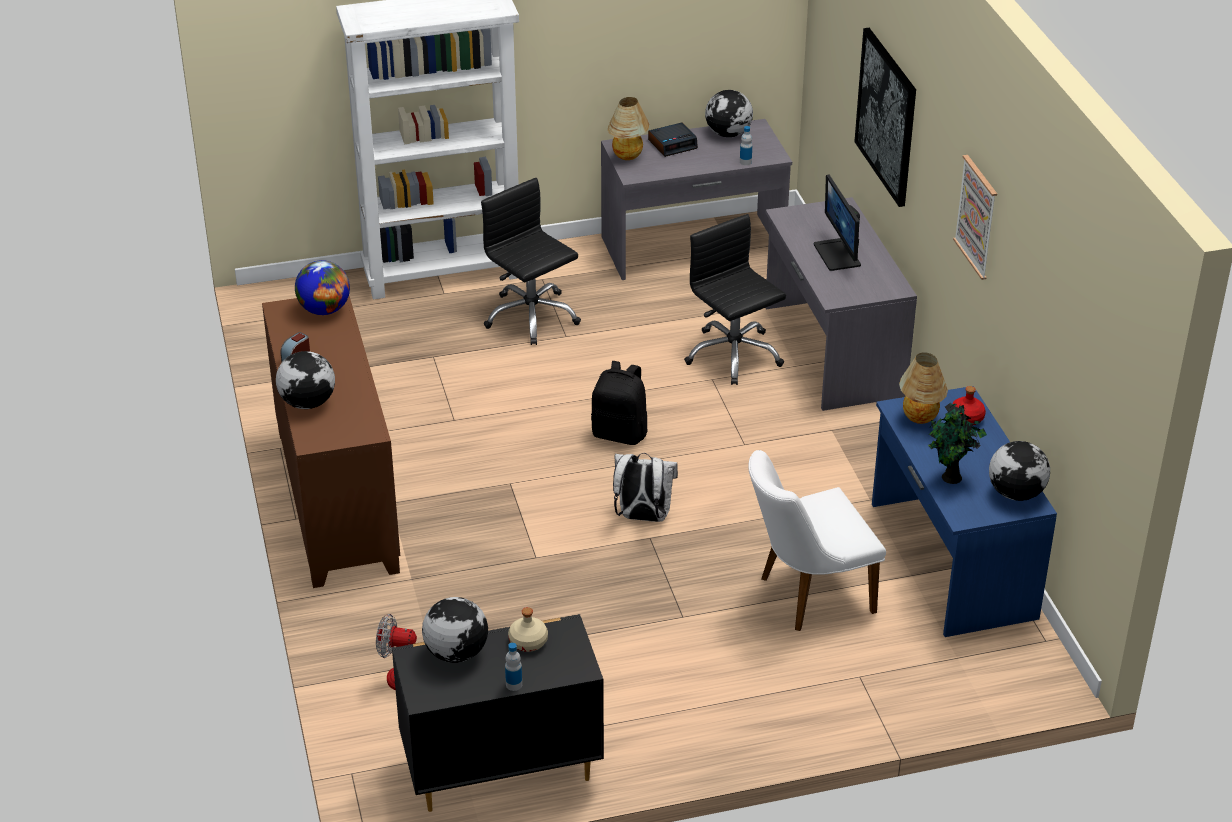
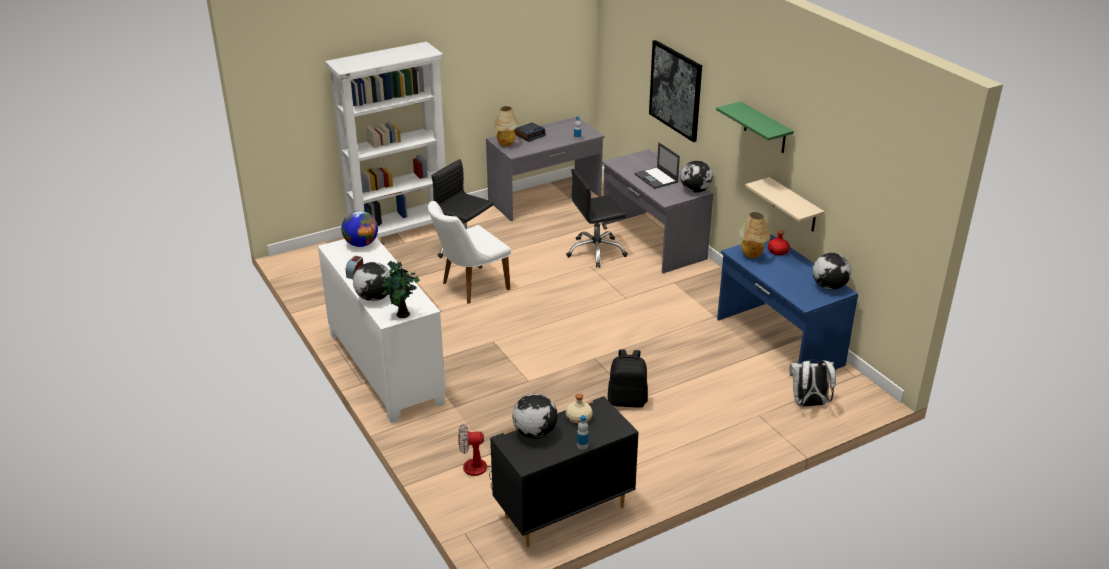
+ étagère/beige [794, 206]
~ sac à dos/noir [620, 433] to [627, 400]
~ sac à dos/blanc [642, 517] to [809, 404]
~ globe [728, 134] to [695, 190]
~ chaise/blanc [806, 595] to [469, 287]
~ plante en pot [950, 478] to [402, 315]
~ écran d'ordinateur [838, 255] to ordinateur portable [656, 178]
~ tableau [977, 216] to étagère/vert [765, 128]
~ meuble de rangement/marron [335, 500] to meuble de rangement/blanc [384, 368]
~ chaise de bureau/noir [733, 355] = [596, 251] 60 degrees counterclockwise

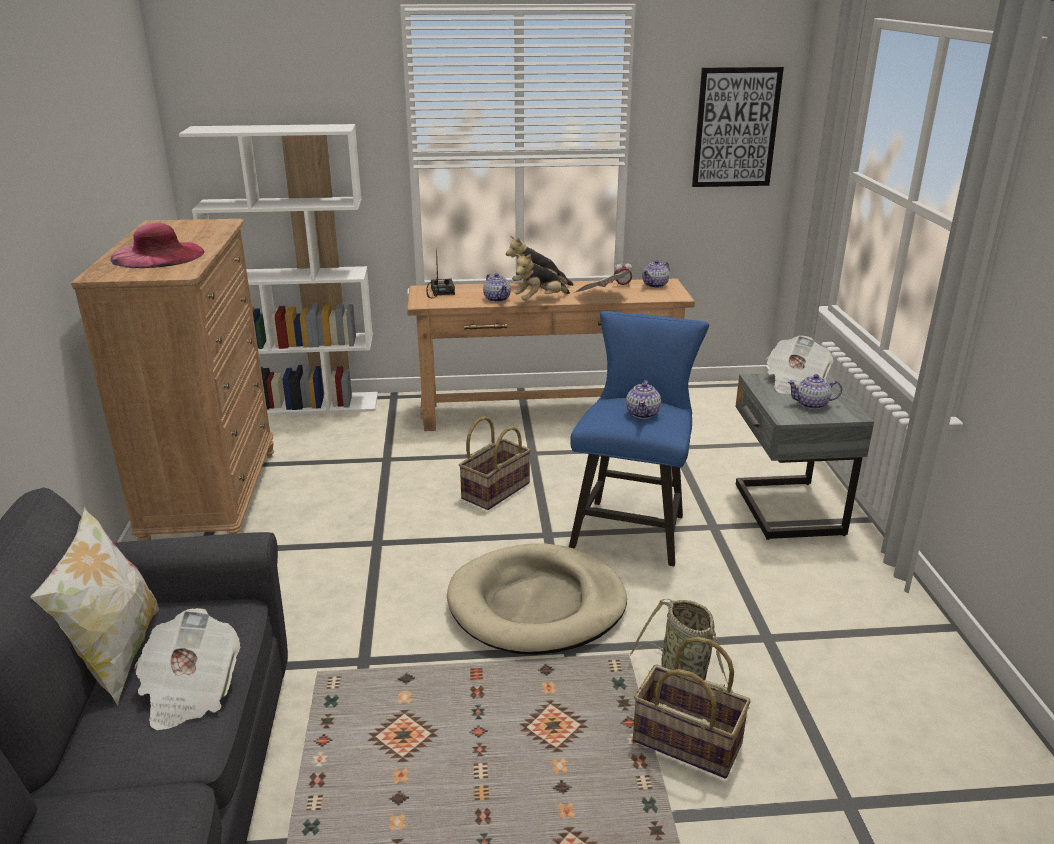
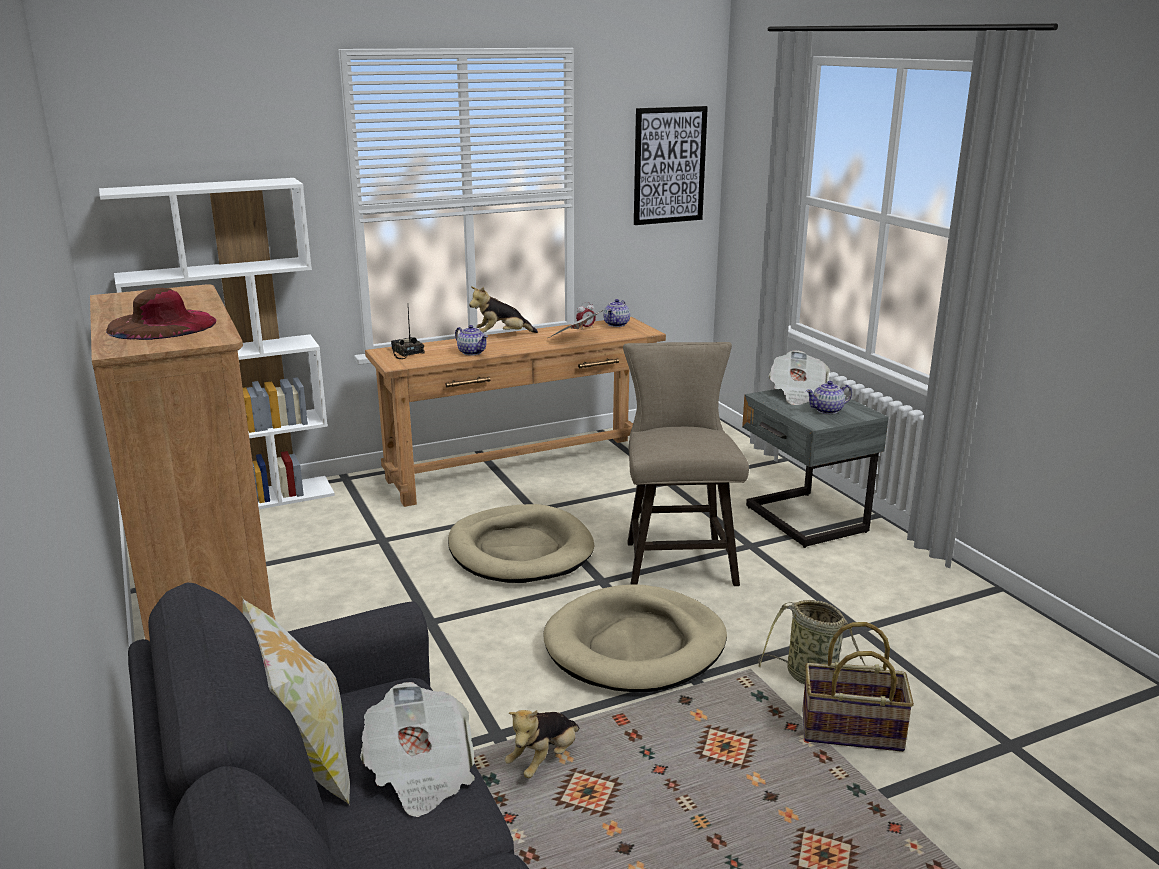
- théière [643, 413]
~ peluche [540, 300] to [544, 760]
~ panier [495, 490] to panier pour chien/beige [520, 550]
~ chapeau/rose [158, 255] to chapeau/marron [162, 325]
~ tabouret/bleu [632, 526] to tabouret/beige [677, 559]

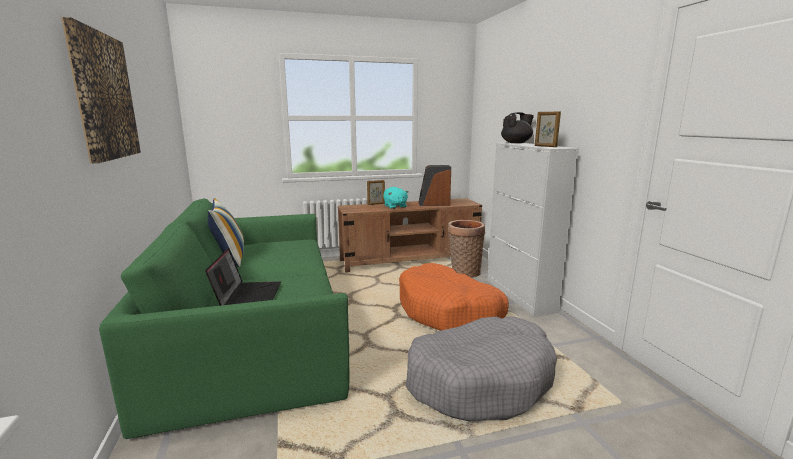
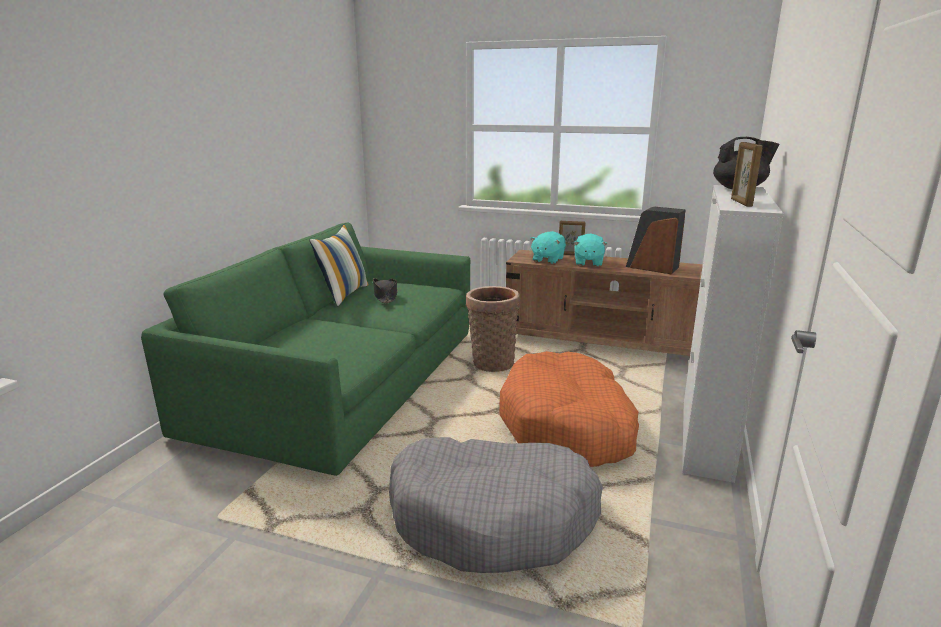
- tableau [103, 96]
- ordinateur portable [248, 296]
+ chapeau/noir [385, 296]
+ peluche/turquoise [547, 260]
~ panier [464, 272] to [492, 362]

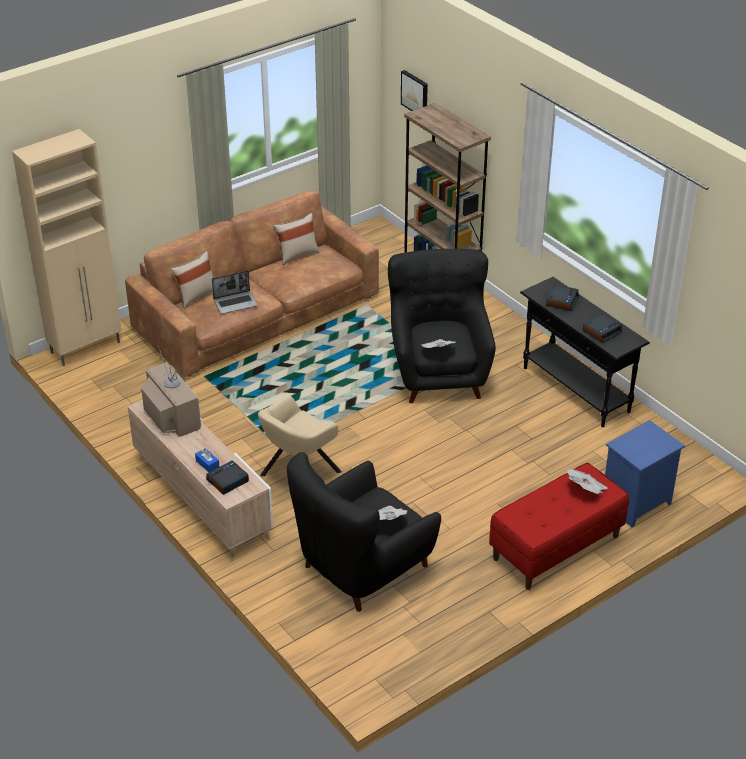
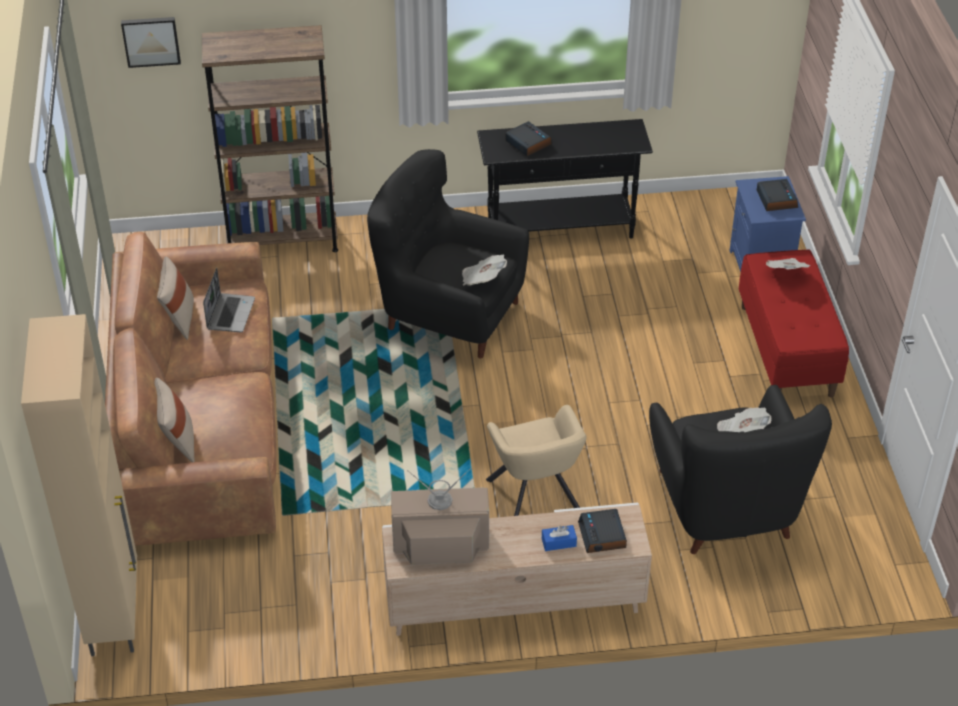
~ ordinateur portable [236, 303] to [230, 313]
~ réveil [602, 331] to [776, 199]

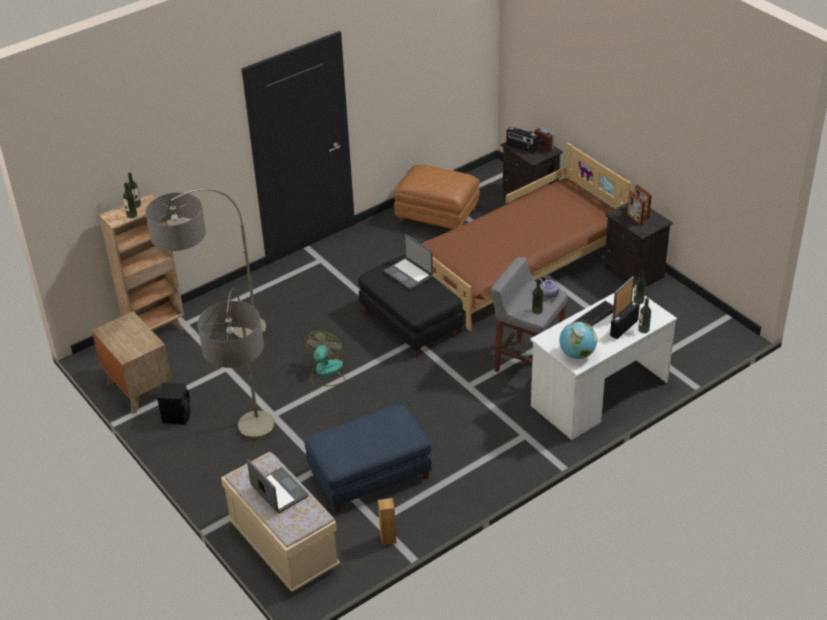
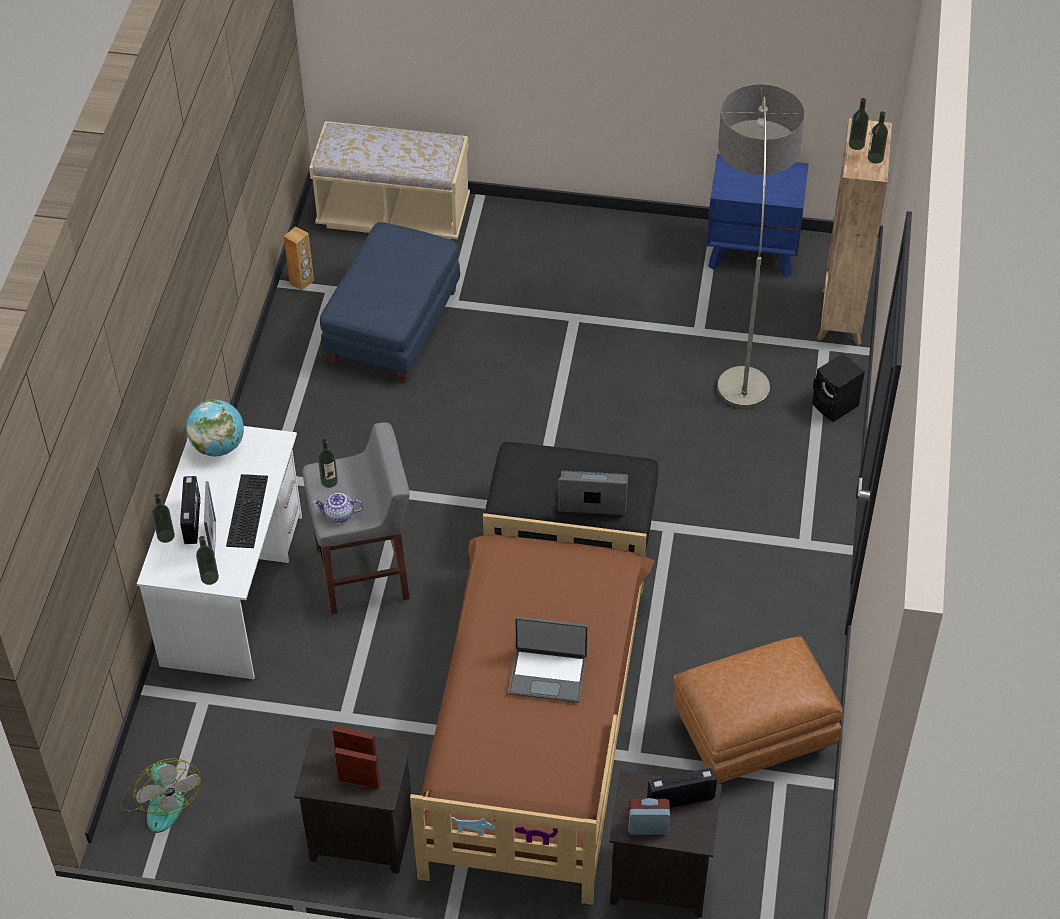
- lampadaire [254, 459]
~ enceinte/noir [177, 415] to [835, 406]
~ ordinateur portable [278, 492] to [548, 675]
~ ventilateur [326, 372] to [161, 801]
~ table de chevet/marron [138, 388] to table de chevet/bleu [753, 251]

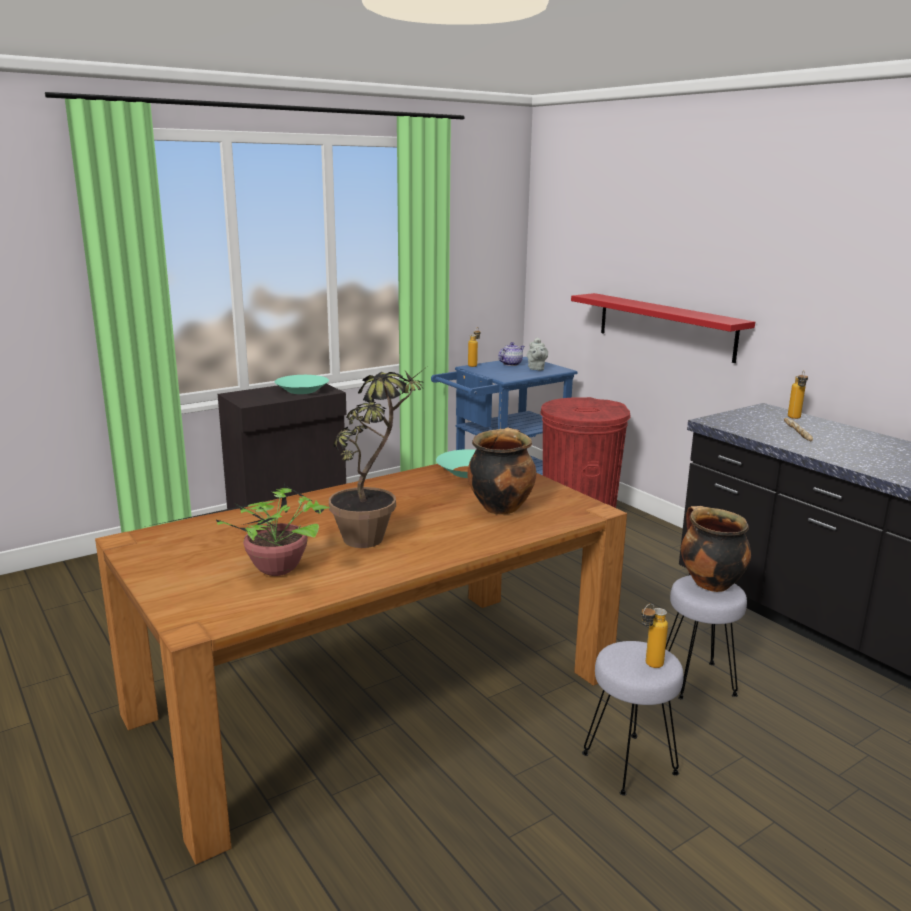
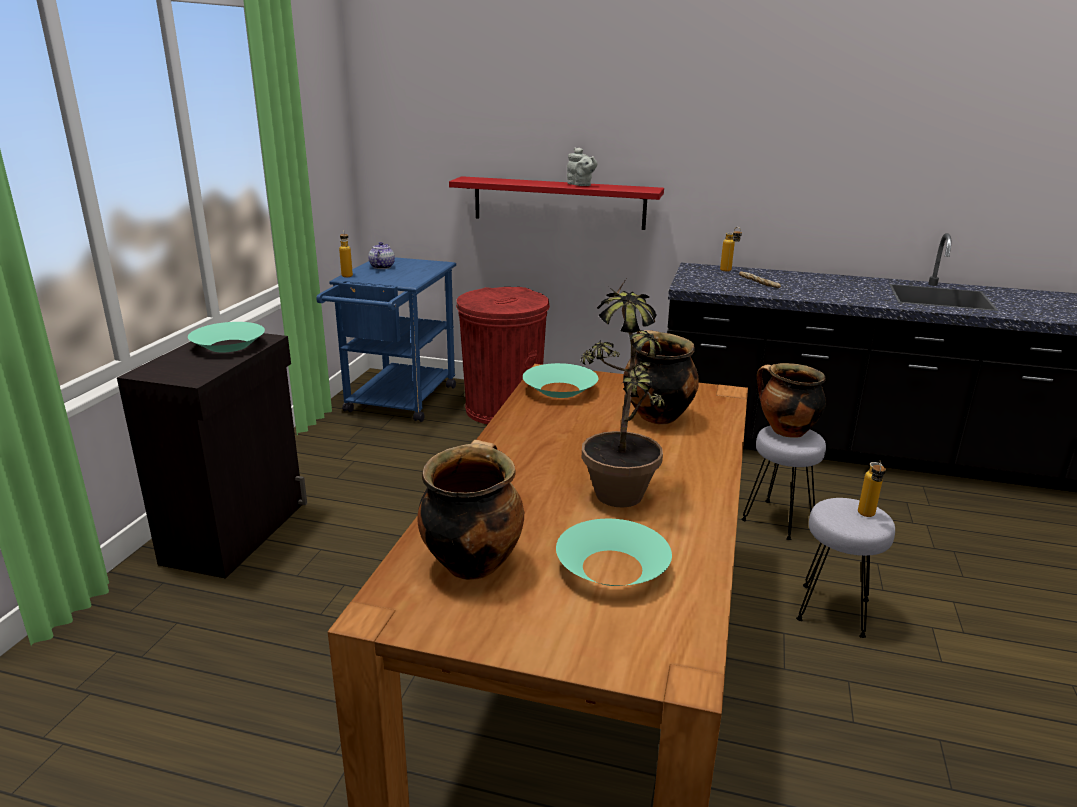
+ marmite [472, 562]
~ théière/gris [536, 368] to [580, 185]
~ plante en pot [272, 570] to bol/turquoise [612, 567]

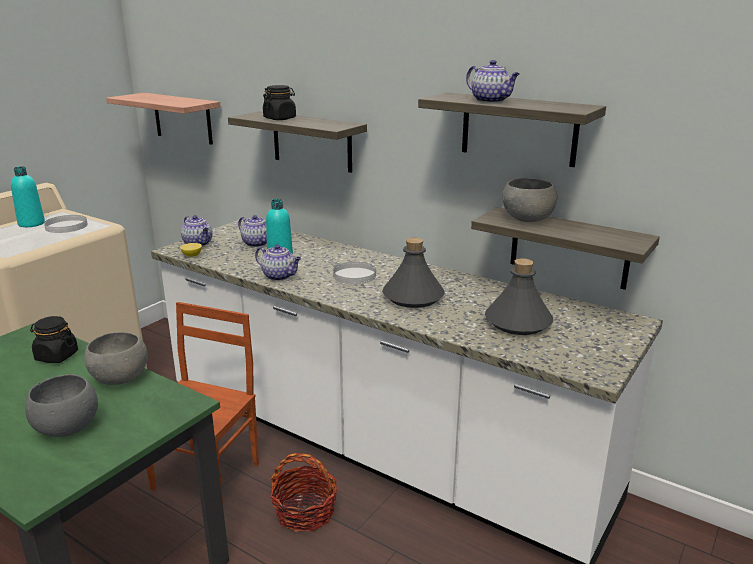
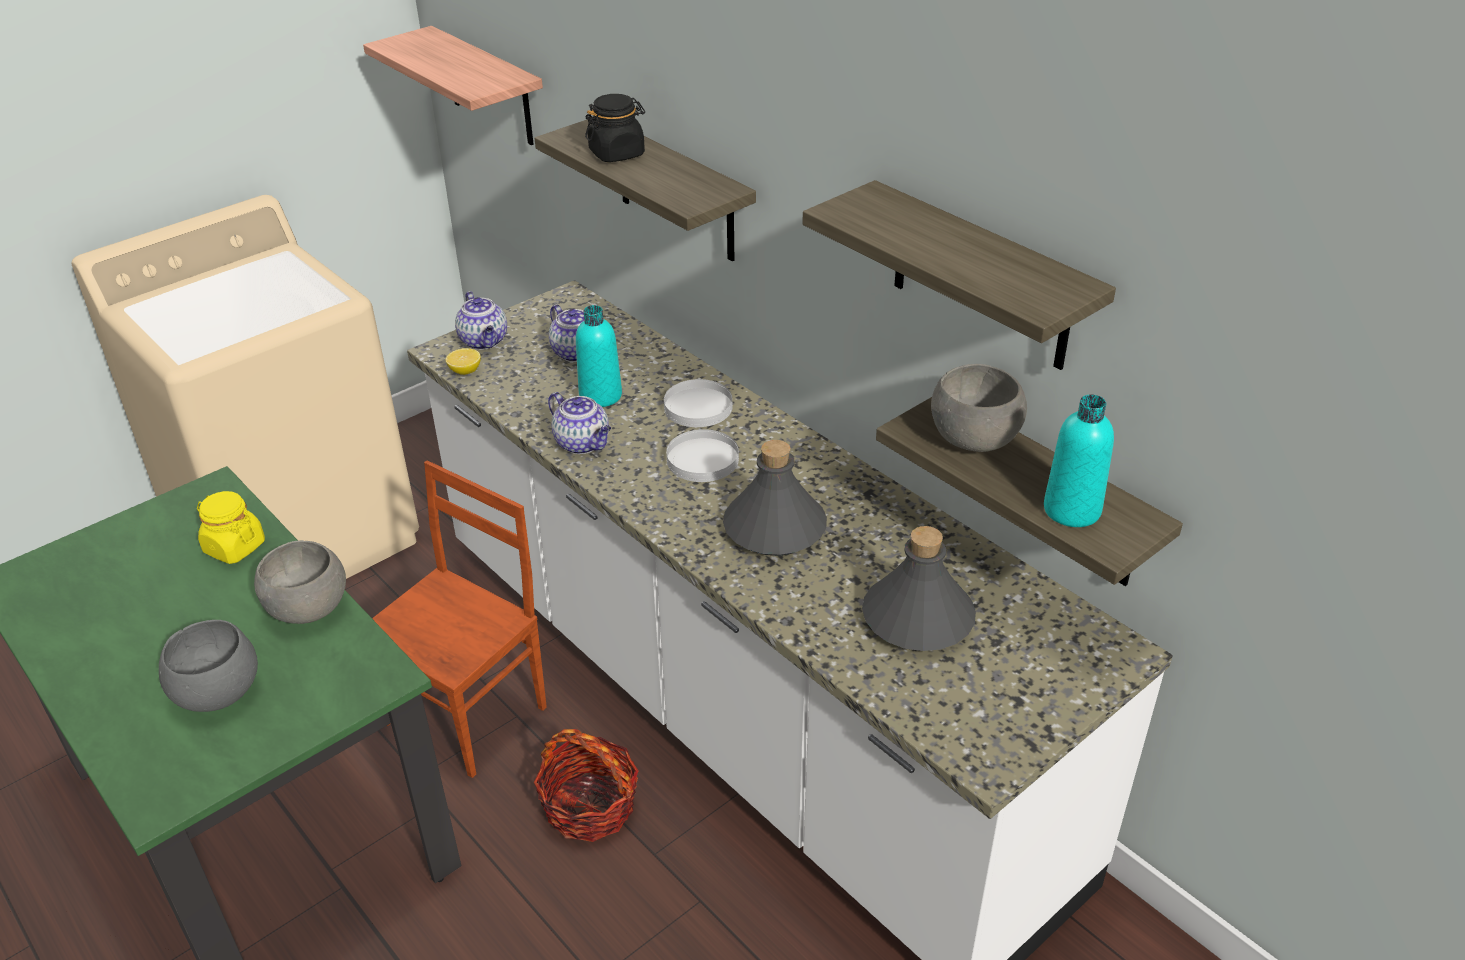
- théière [491, 101]
~ bouteille/turquoise [31, 224] to [1072, 510]
~ assiette/blanc [66, 226] to [698, 407]
~ bocal/noir [56, 356] to bocal/jaune [234, 547]

